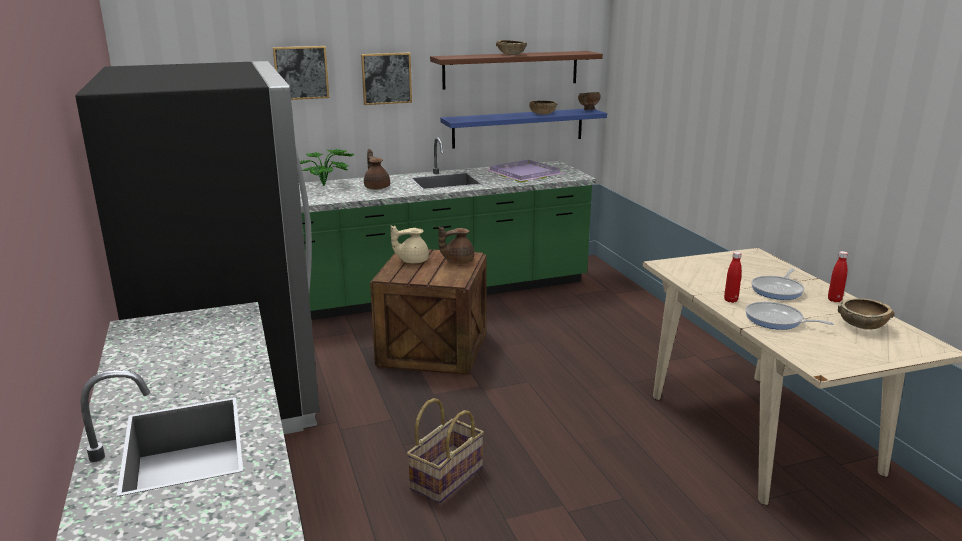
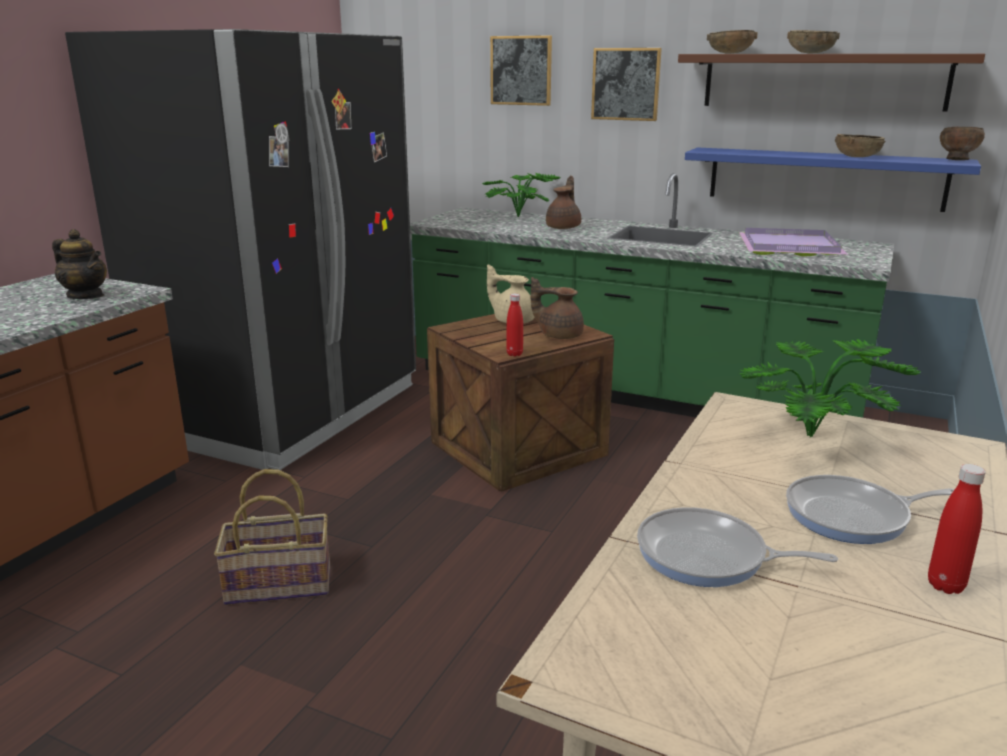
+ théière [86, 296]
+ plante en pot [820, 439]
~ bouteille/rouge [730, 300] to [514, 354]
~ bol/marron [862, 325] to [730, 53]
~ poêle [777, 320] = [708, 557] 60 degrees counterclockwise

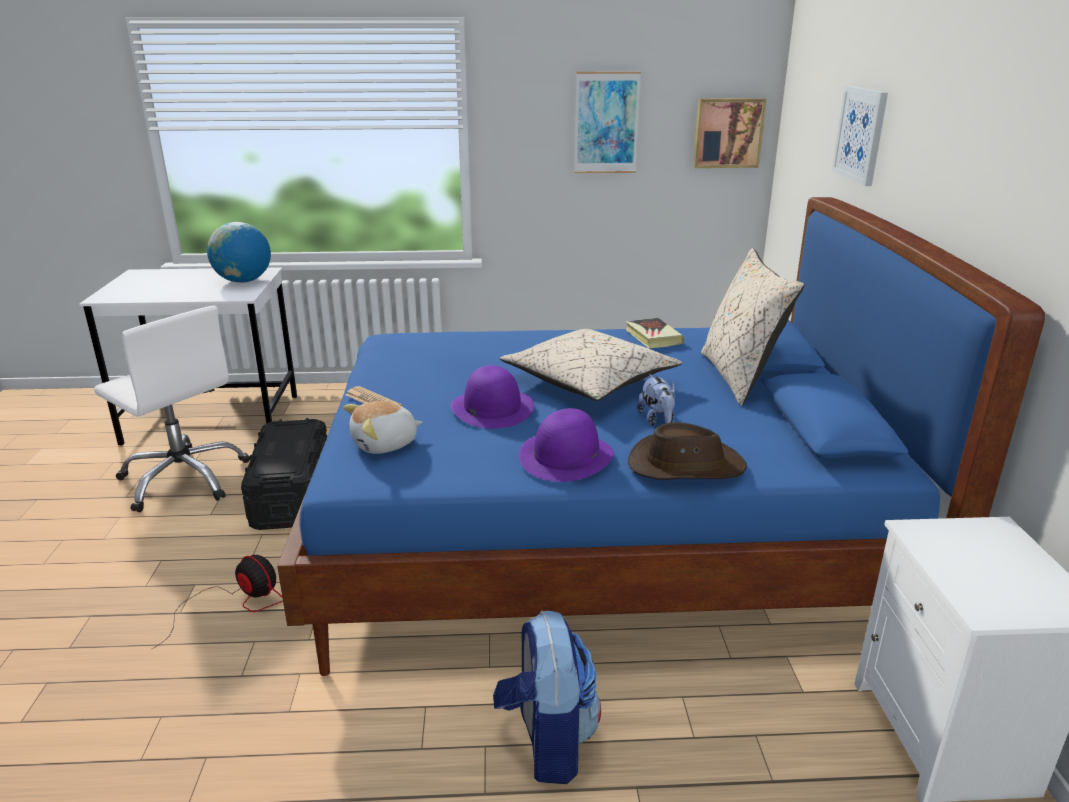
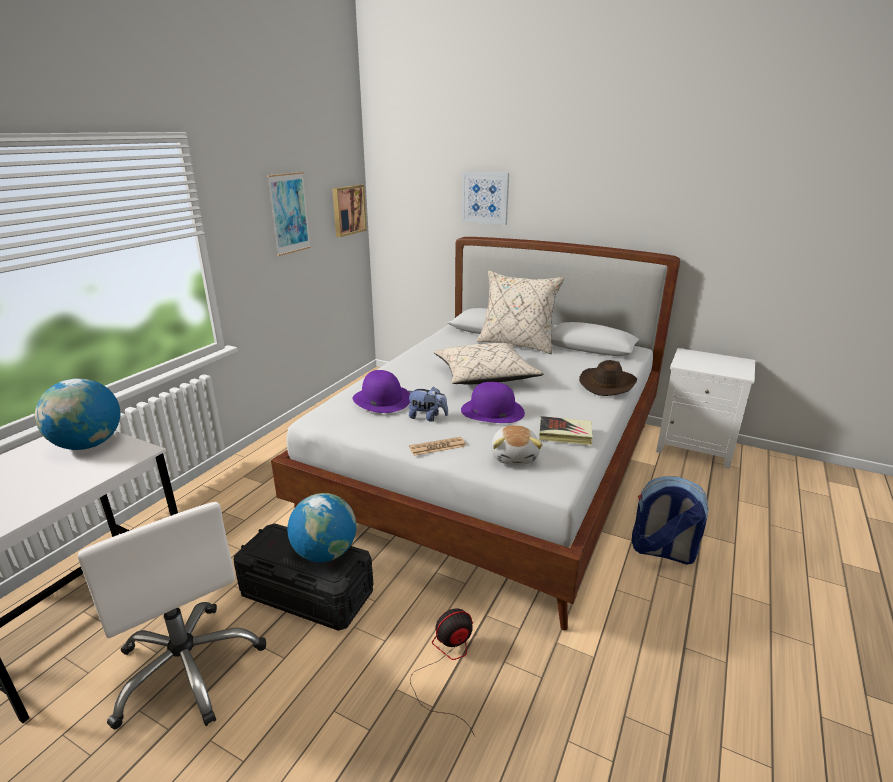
+ globe [325, 553]
~ chapeau/violet [566, 456] to [381, 399]
~ livre [653, 337] to [565, 434]
~ peluche [657, 420] to [427, 417]
~ lit/bleu [600, 536] to lit/blanc [496, 472]
~ chaise de bureau/blanc [184, 478] = [188, 667] 75 degrees clockwise

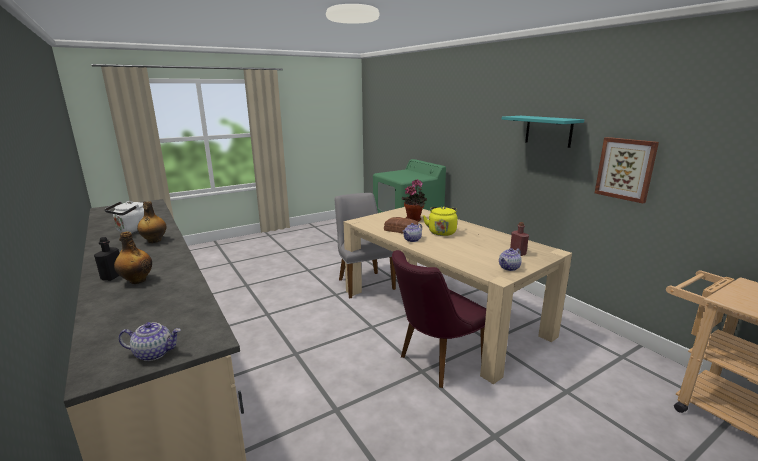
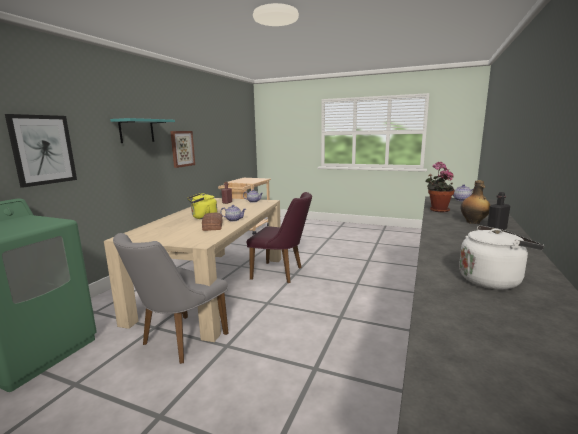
- bouteille [154, 241]
+ tableau [43, 150]
~ plante en pot [414, 220] to [437, 210]

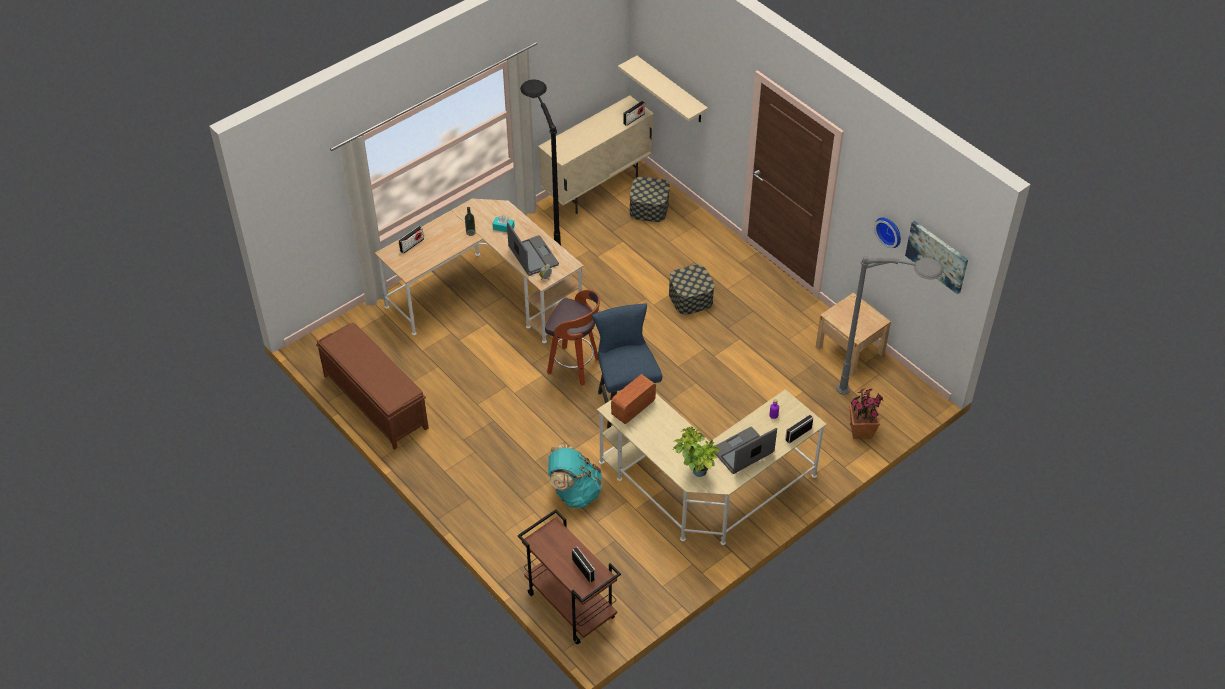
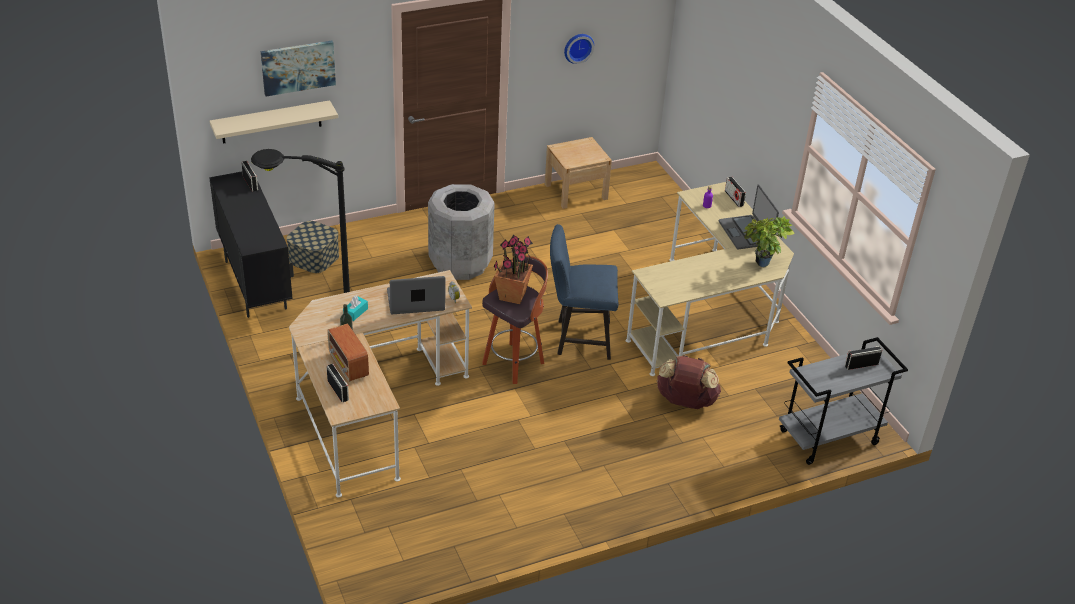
- banc/marron [375, 401]
- lampadaire/gris [883, 399]
~ radio [632, 409] to [348, 366]
~ plante en pot [861, 431] to [512, 295]
~ tableau [937, 256] to [298, 67]
~ boîte de rangement [690, 298] to poubelle/gris [460, 263]
~ chariot/marron [569, 605] to chariot/gris [828, 438]
~ meuble de rangement/beige [597, 187] to meuble de rangement/noir [255, 285]
~ sac à dos/turquoise [574, 492] to sac à dos/marron [685, 402]

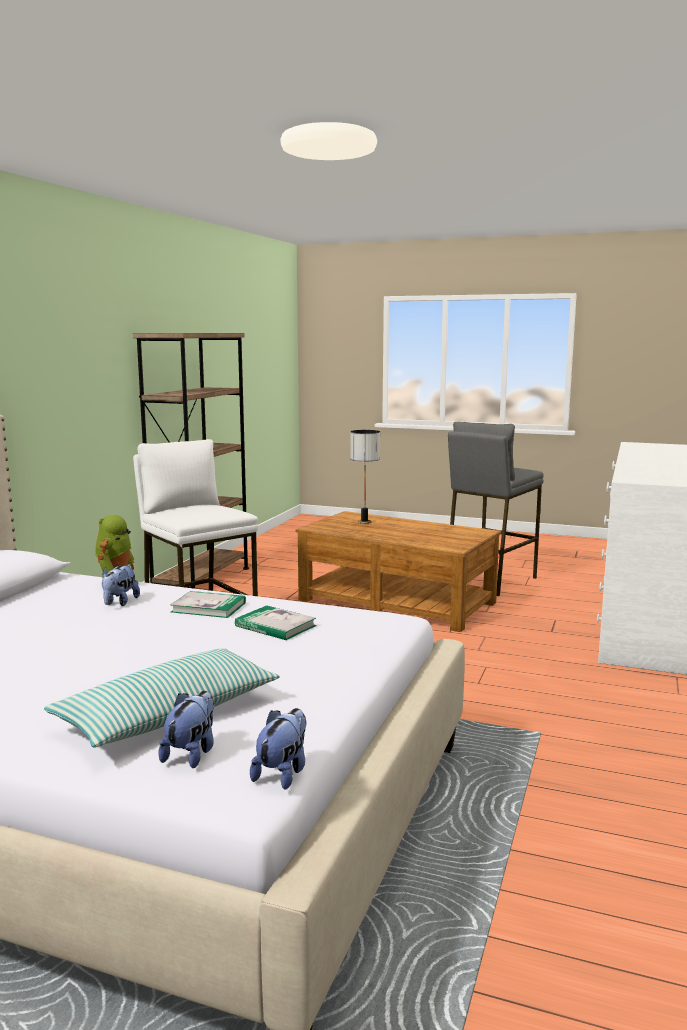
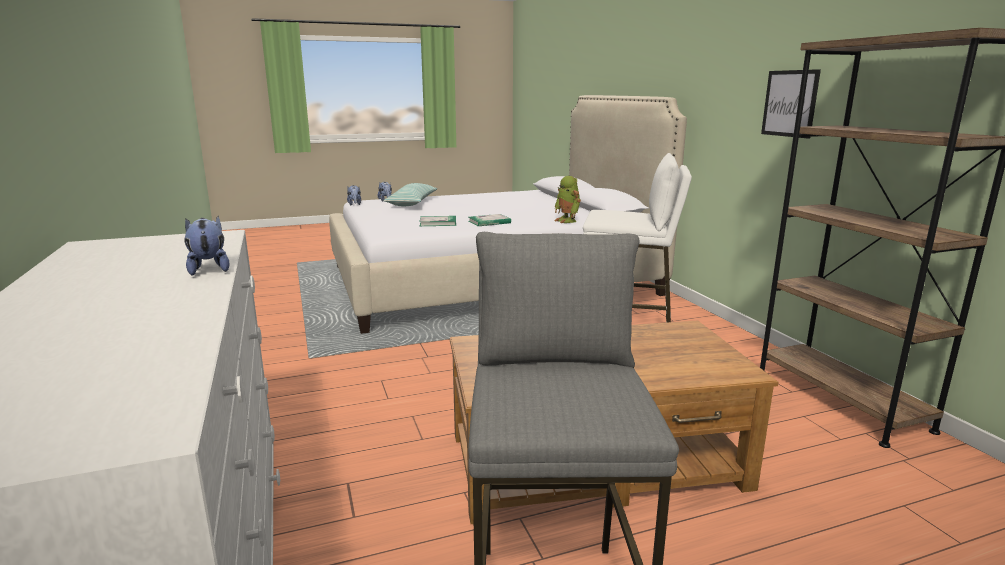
- lampe de table [365, 522]
+ tableau [790, 103]
~ peluche [119, 603] to [209, 269]

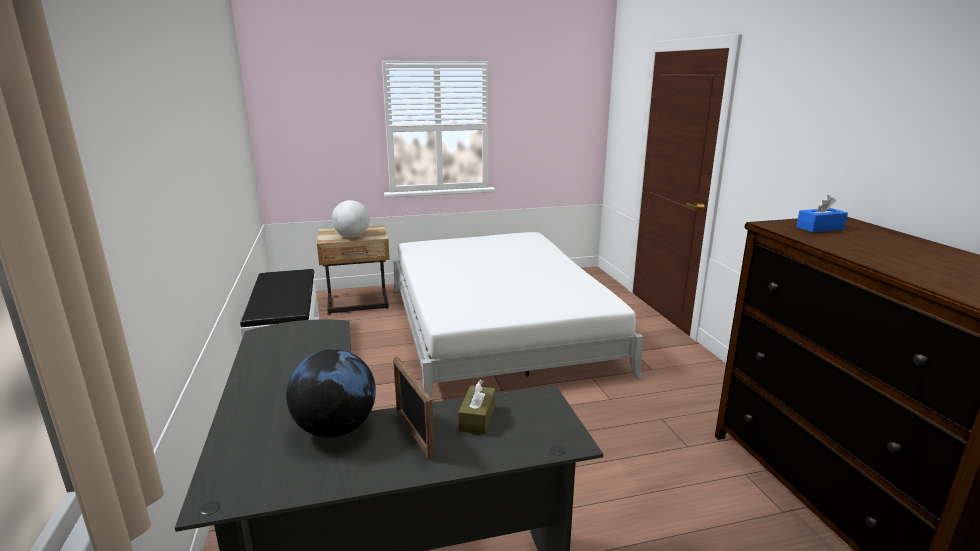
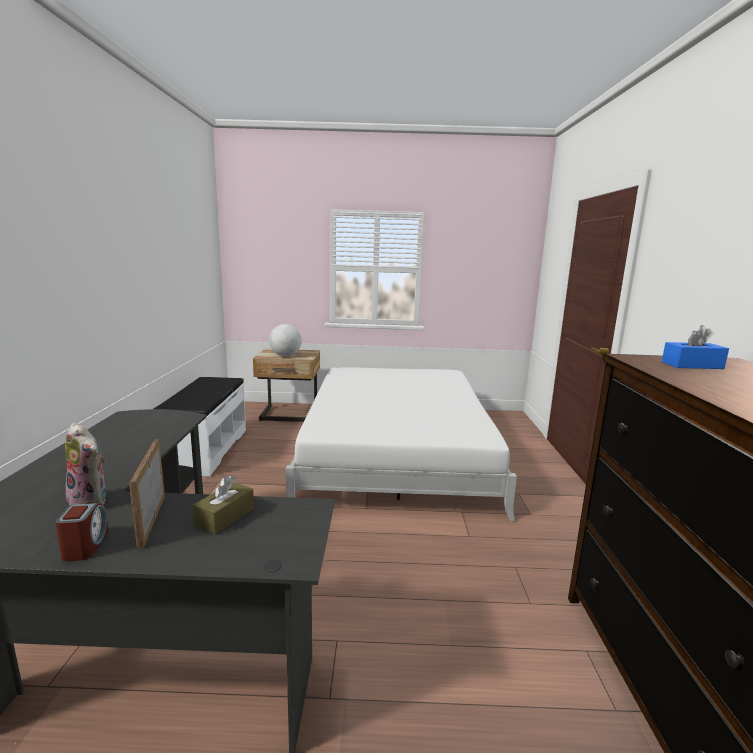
+ réveil [85, 545]
~ globe [336, 429] to peluche [92, 502]

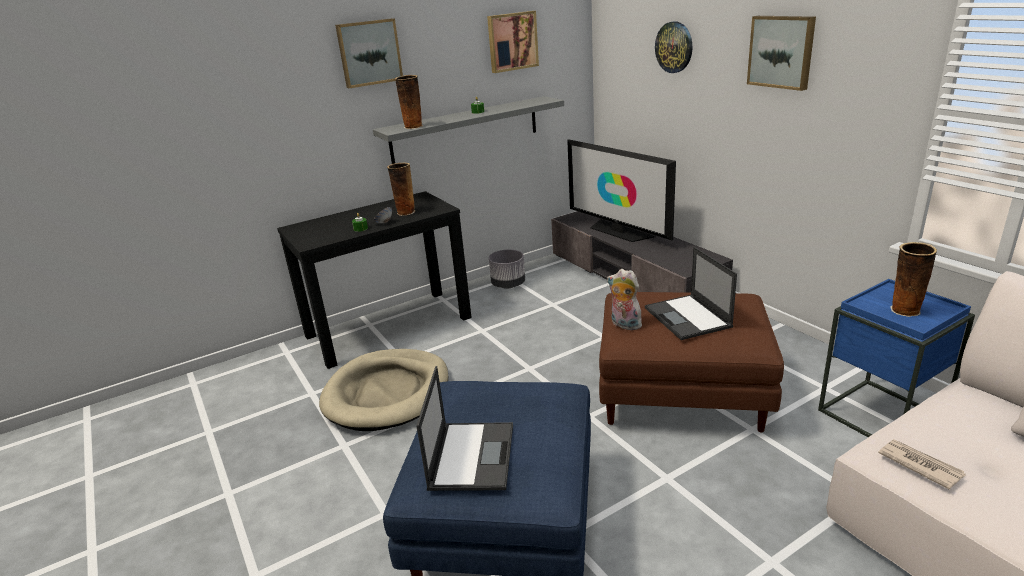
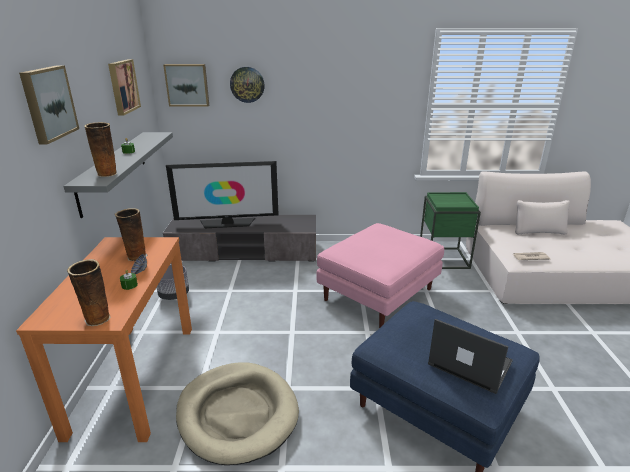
- peluche [624, 325]
- ordinateur portable [688, 318]
~ tableau [782, 51] to [187, 85]
~ vase [904, 310] to [97, 319]
~ table console/noir [389, 326] to table console/orange [135, 376]
~ pouf/marron [683, 393] to pouf/rose [378, 293]
~ table d'appoint/bleu [881, 415] to table d'appoint/vert [443, 258]

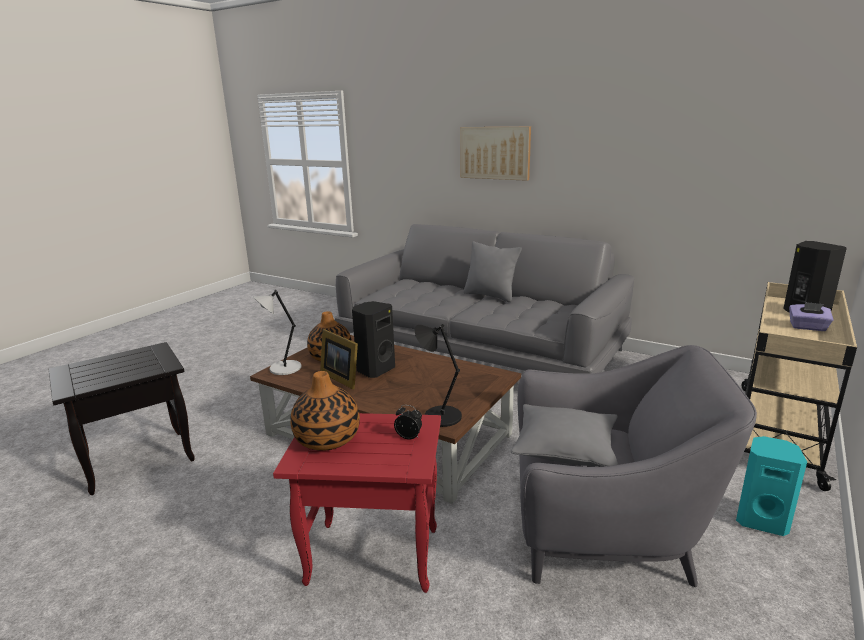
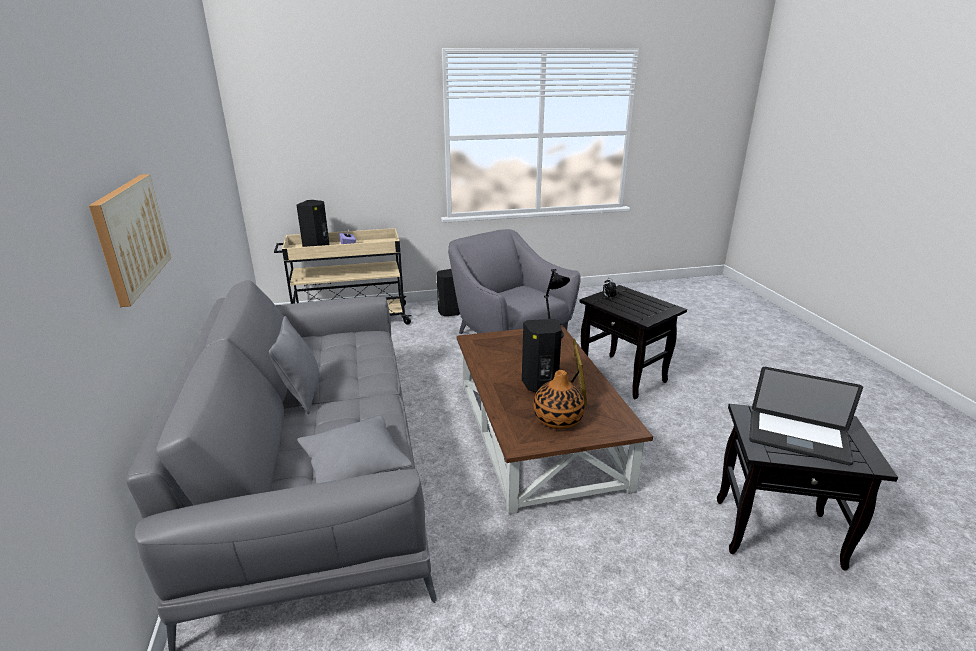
- lampe de table/gris [283, 369]
- vase [327, 438]
+ ordinateur portable [798, 438]
~ coussin/gris [565, 448] to [355, 465]
~ table d'appoint/rouge [370, 557] to table d'appoint/noir [624, 376]
~ enceinte/turquoise [761, 520] to enceinte/noir [448, 312]

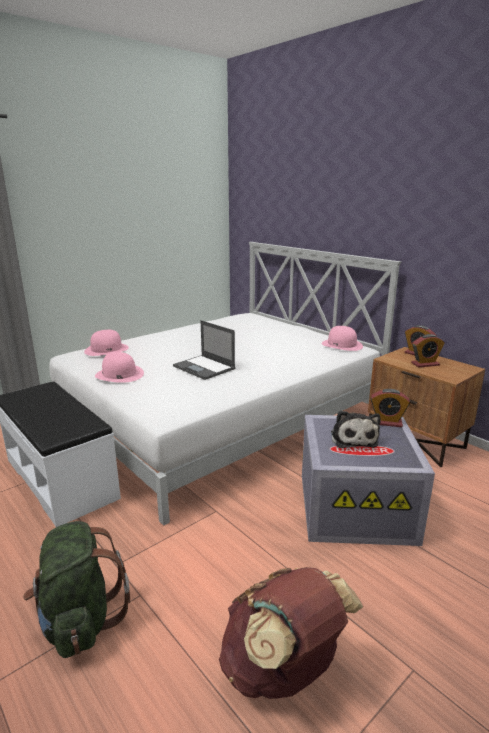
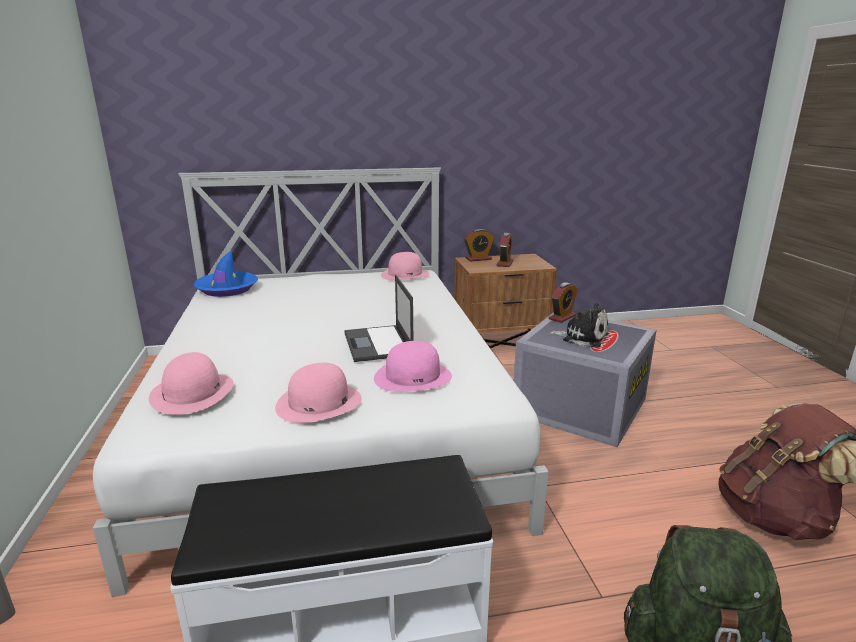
+ chapeau/bleu [227, 289]
+ chapeau/rose [413, 376]
~ ordinateur portable [204, 367] = [378, 344] 90 degrees clockwise

